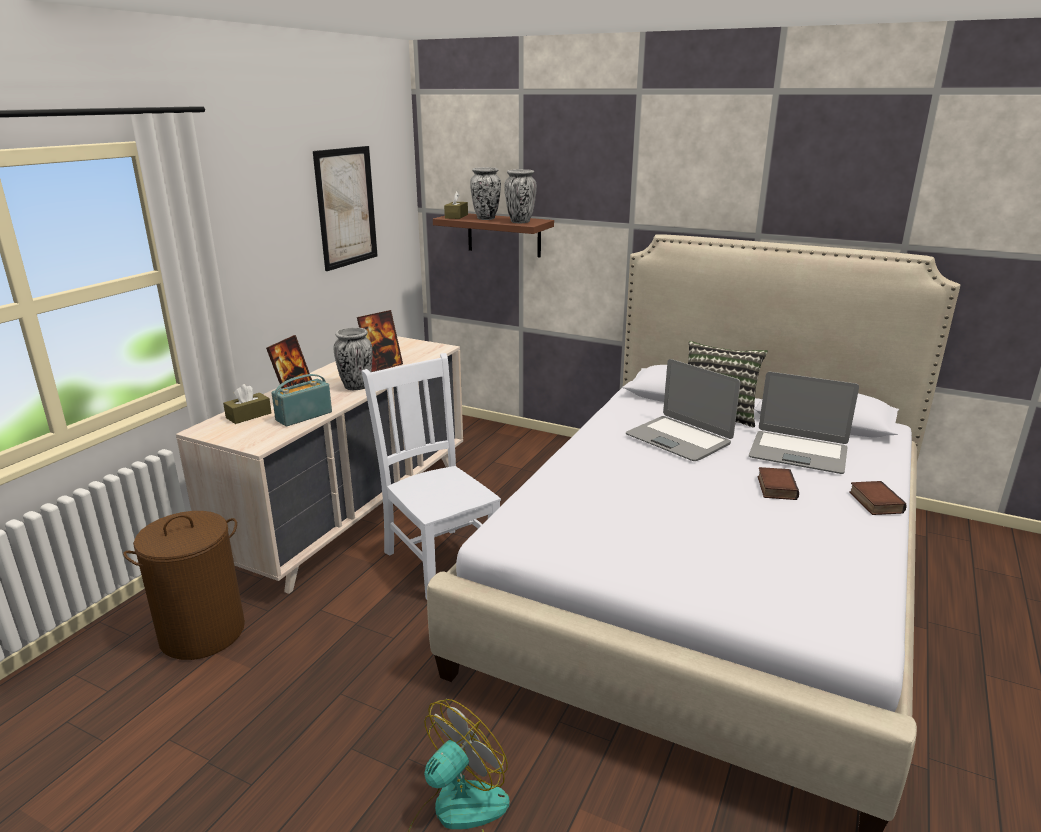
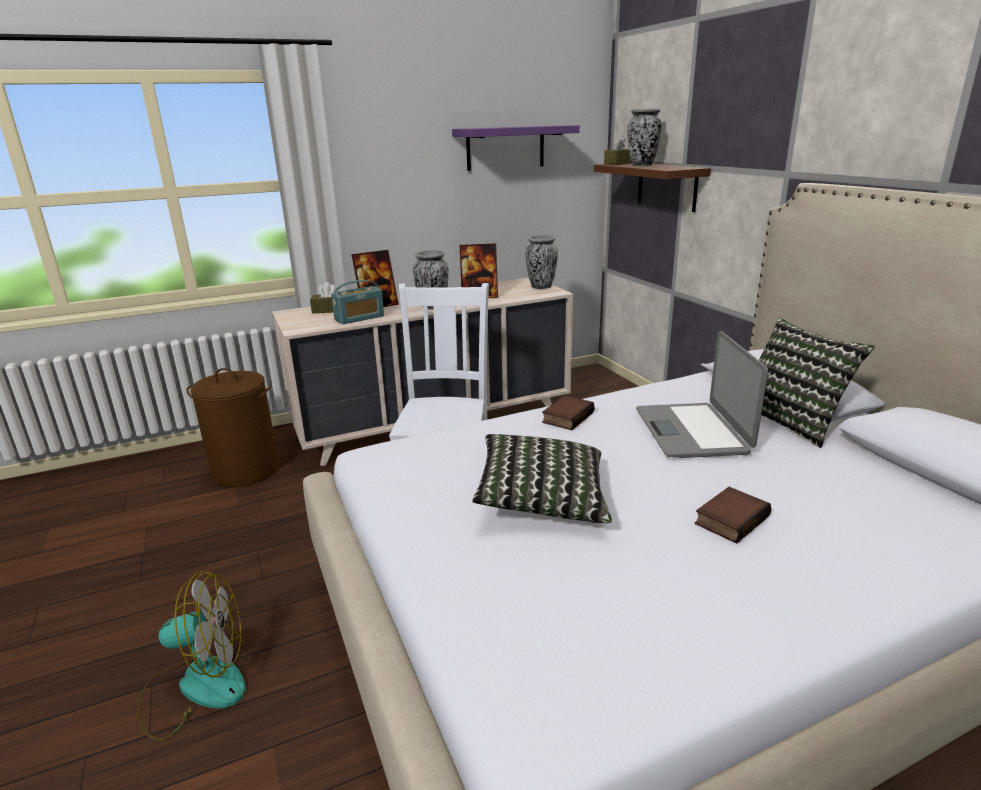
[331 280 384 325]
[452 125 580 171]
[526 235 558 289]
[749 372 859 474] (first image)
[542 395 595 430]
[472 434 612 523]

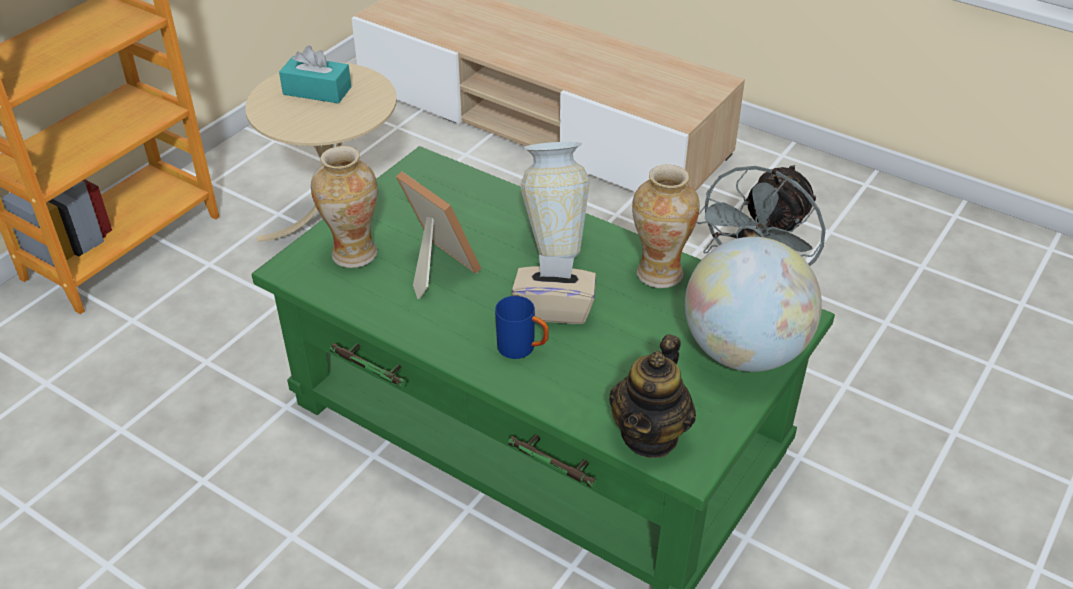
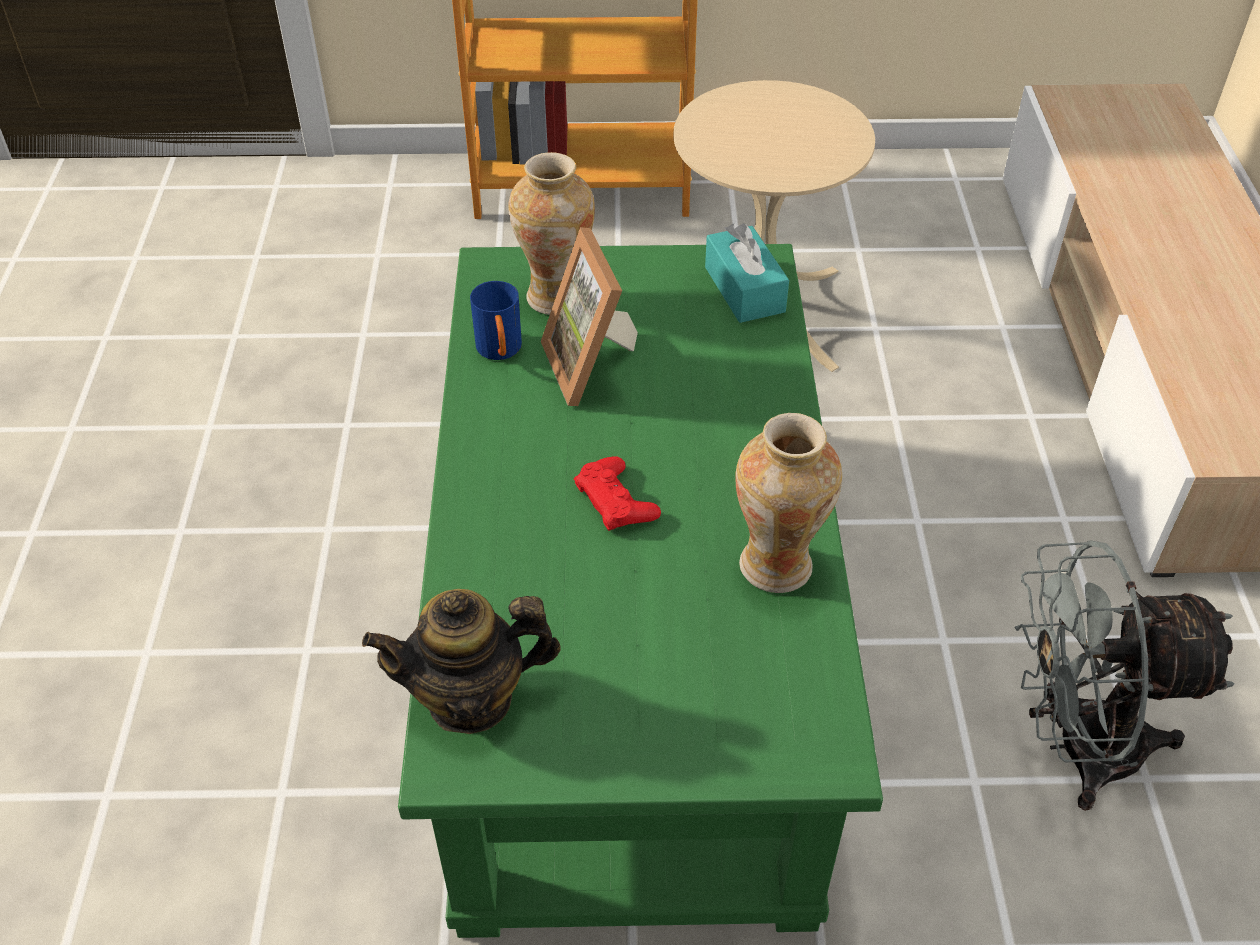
[705 223 789 323]
[541 227 638 406]
[470 281 522 360]
[574 456 661 531]
[521 142 589 259] (first image)
[685 237 822 372] (first image)

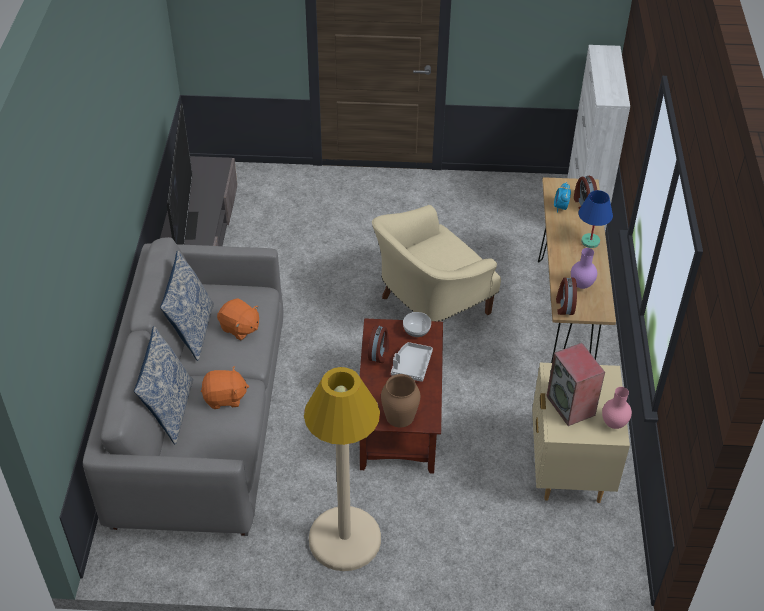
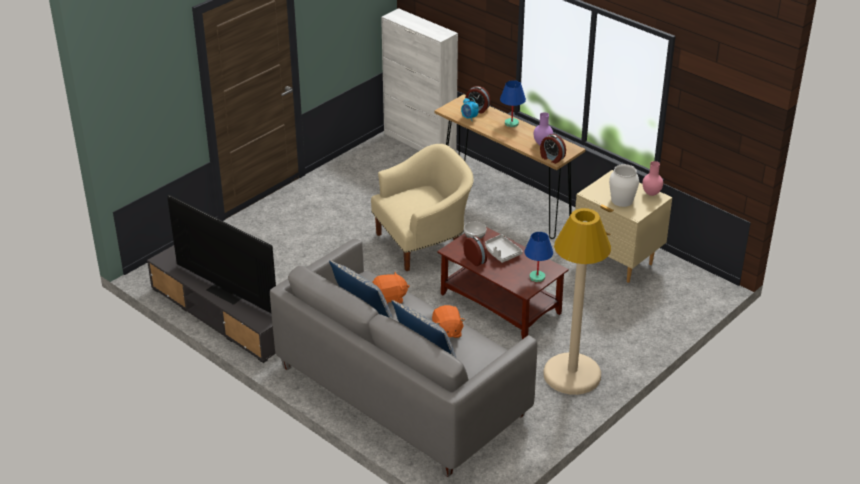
[432 305 465 338]
[371 144 473 271]
[524 232 553 282]
[609 164 639 207]

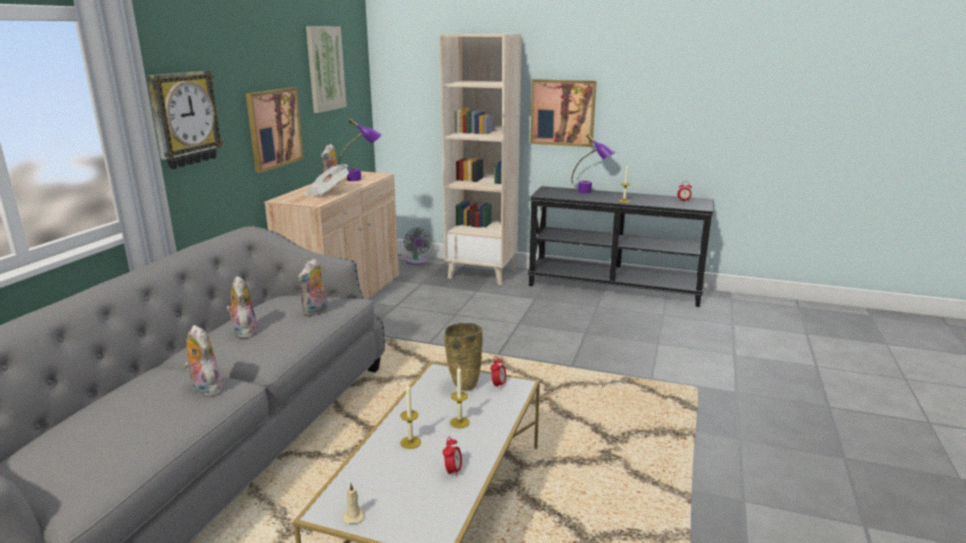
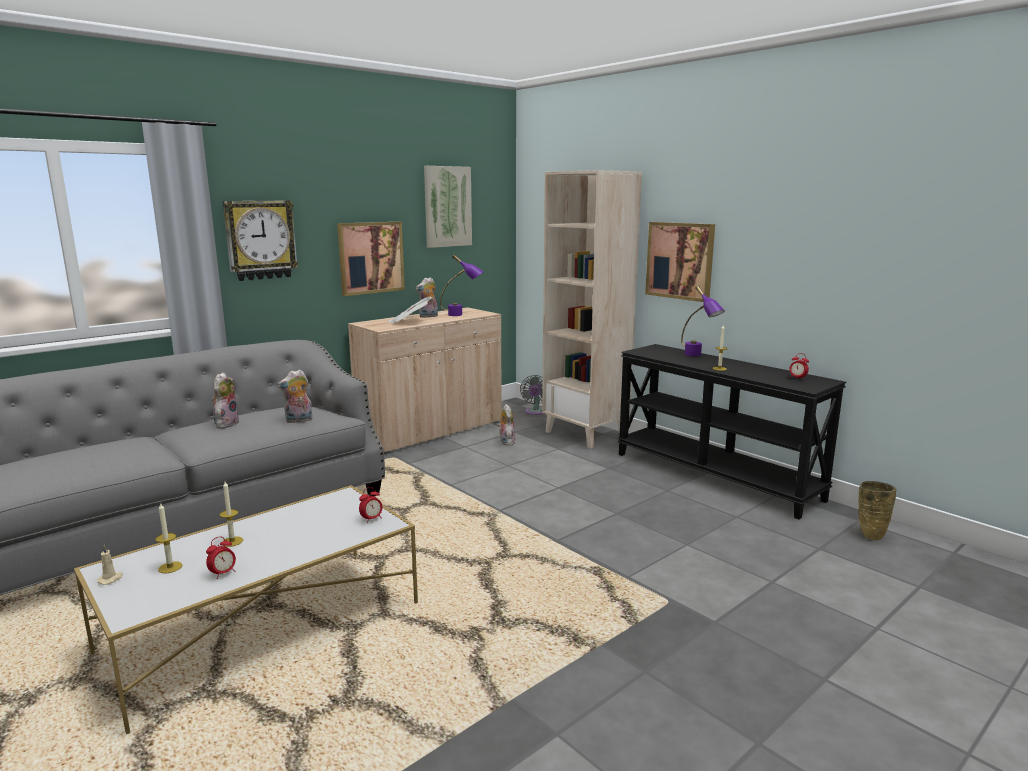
[498 404 515 446]
[858 481 896 540]
[155 502 182 573]

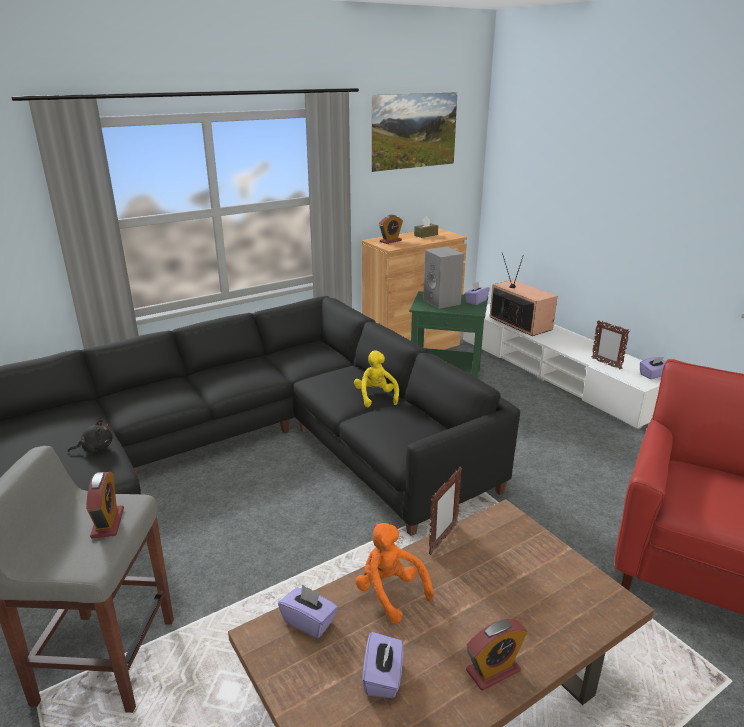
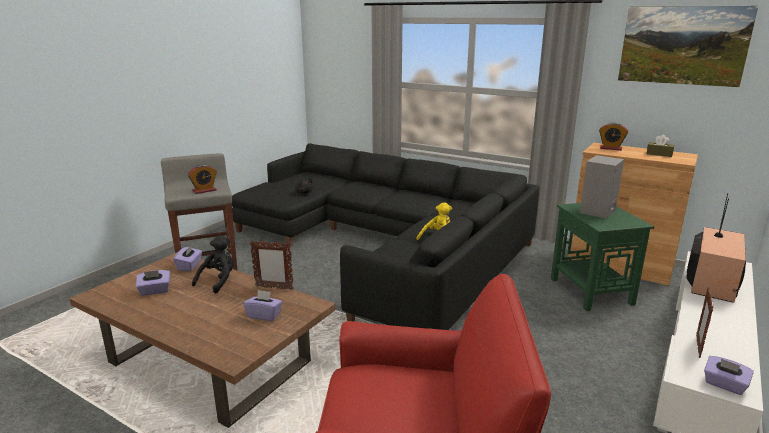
[192 235 234 293]
[243 290 283 321]
[466 619 527 691] (first image)

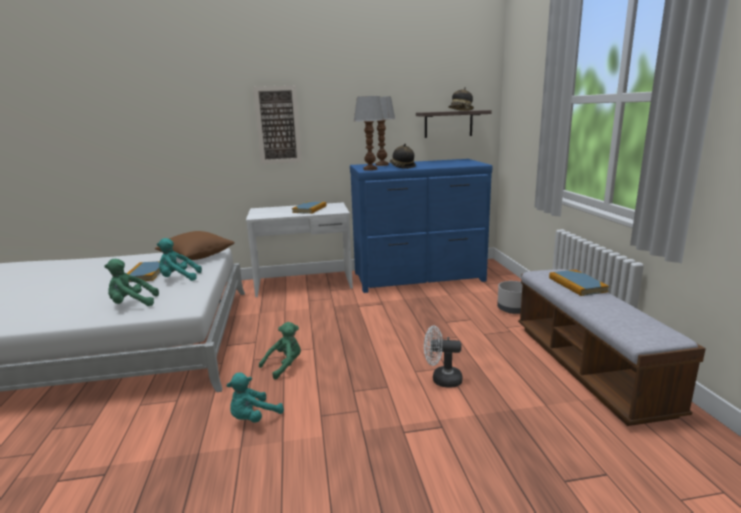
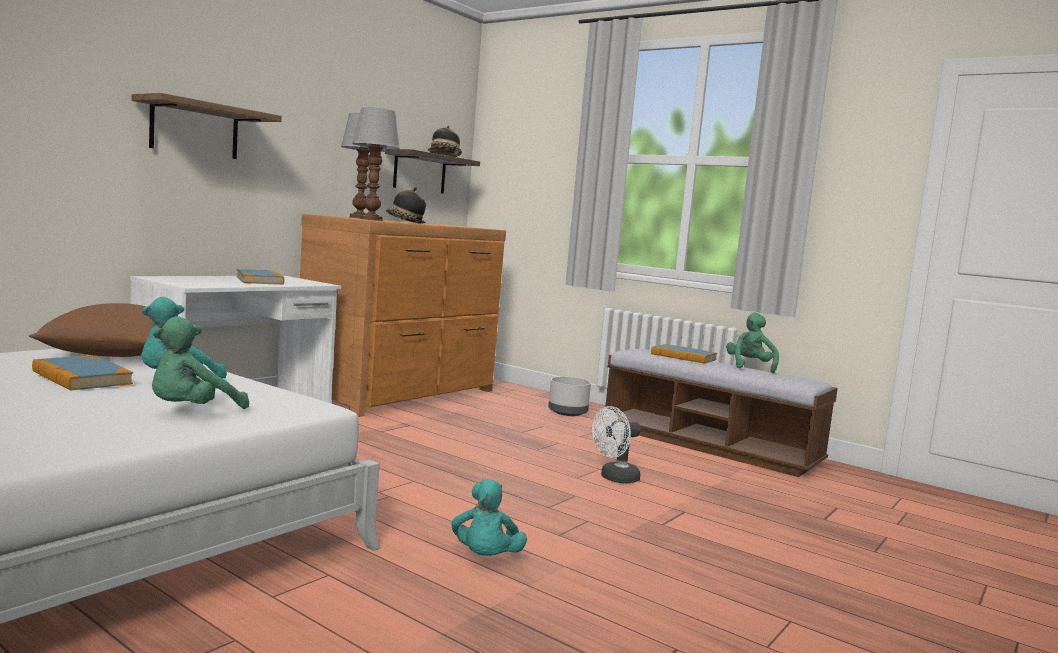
[131 93 282 159]
[726 313 779 373]
[300 214 506 417]

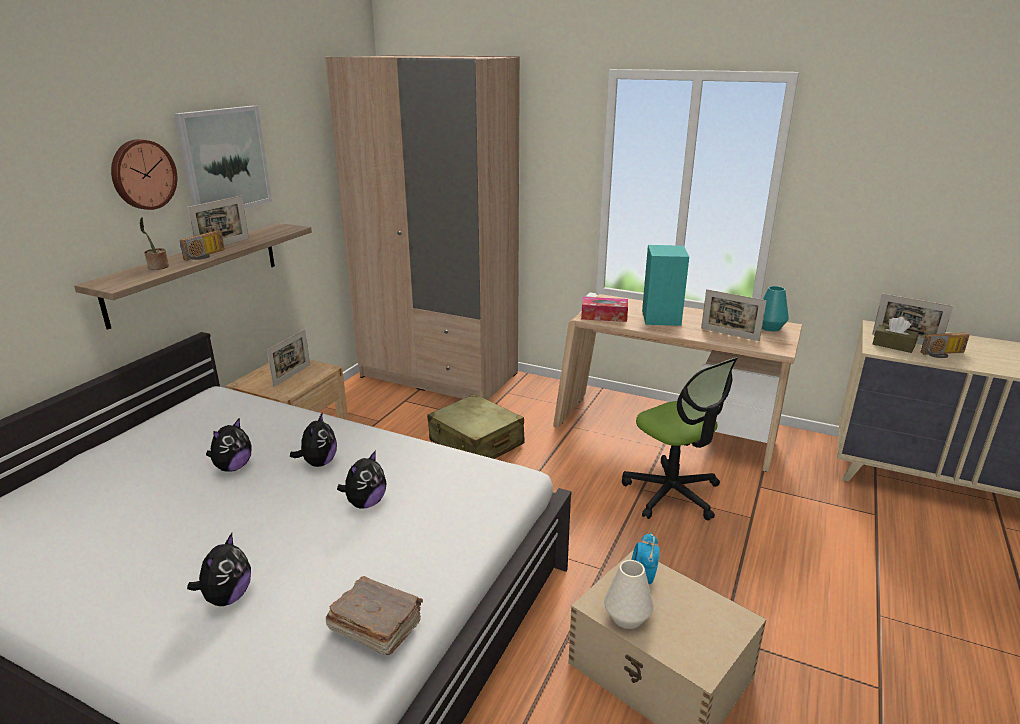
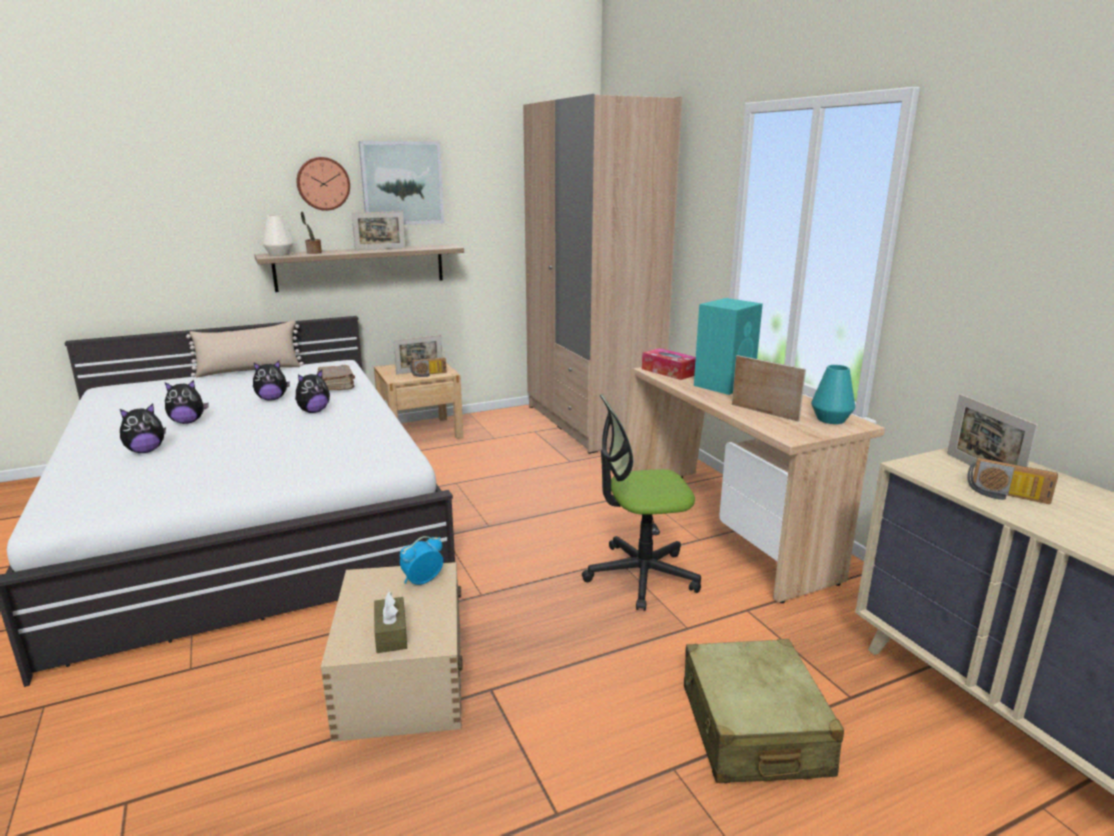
[410 357 447 377]
[317 365 355 390]
[165 380 208 424]
[684 639 844 783]
[263 215 293 256]
[582 394 701 611]
[732 355 806 422]
[374 592 407 653]
[186 320 304 378]

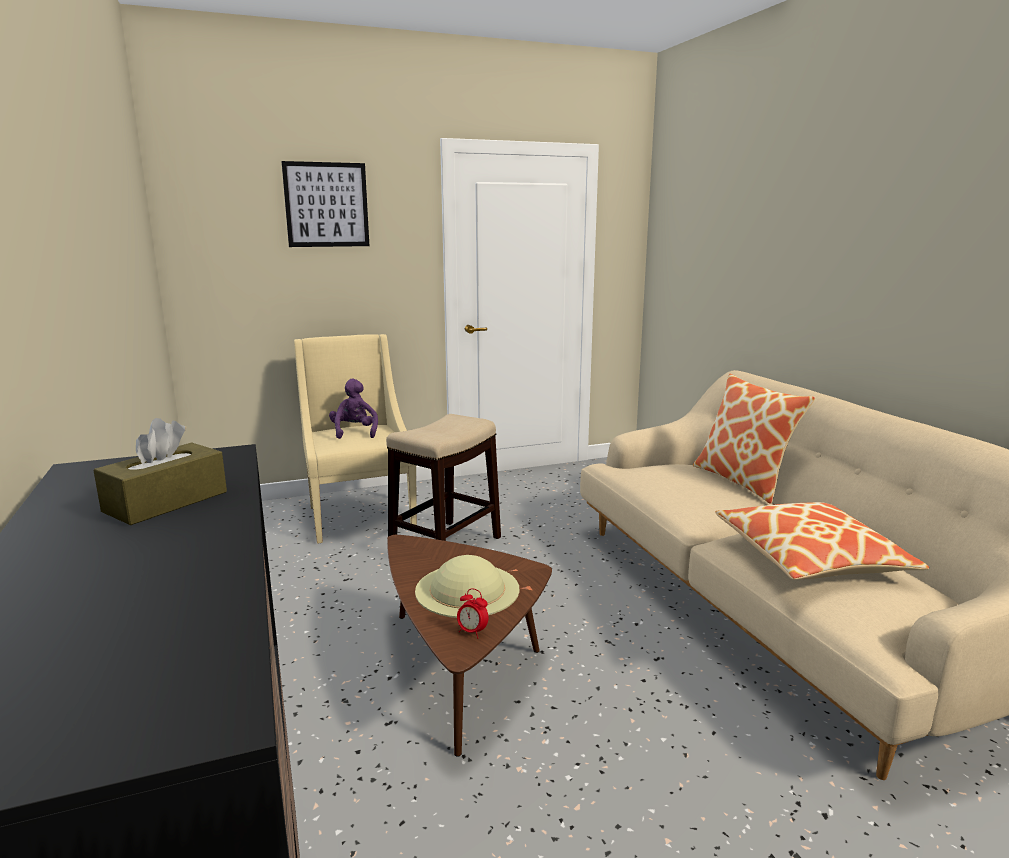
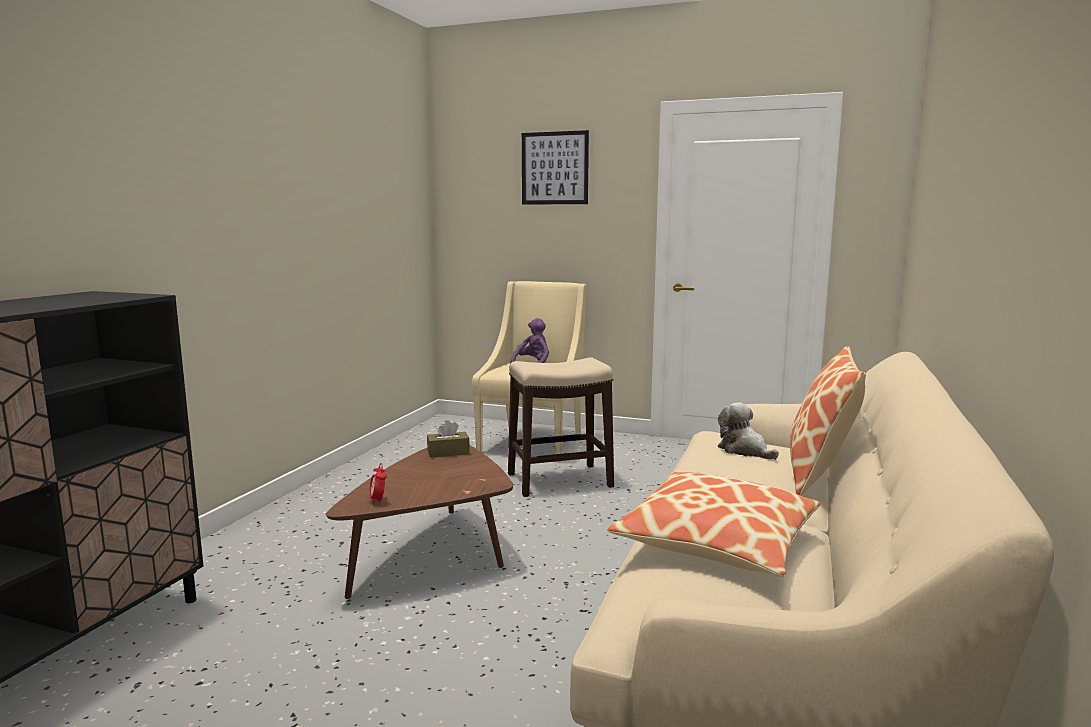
[427 420 470 458]
[415 555 519 618] (first image)
[718 402 779 460]

